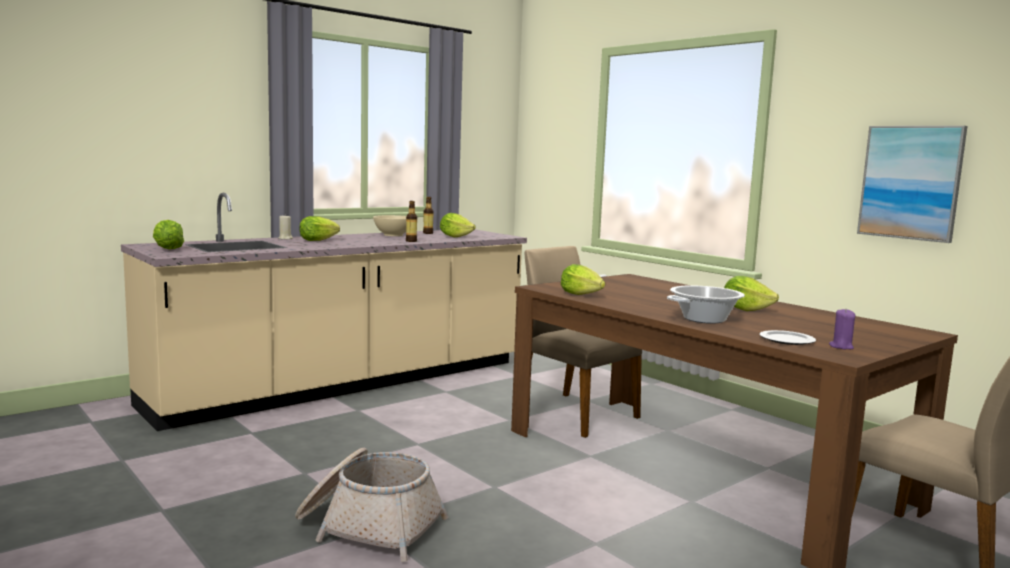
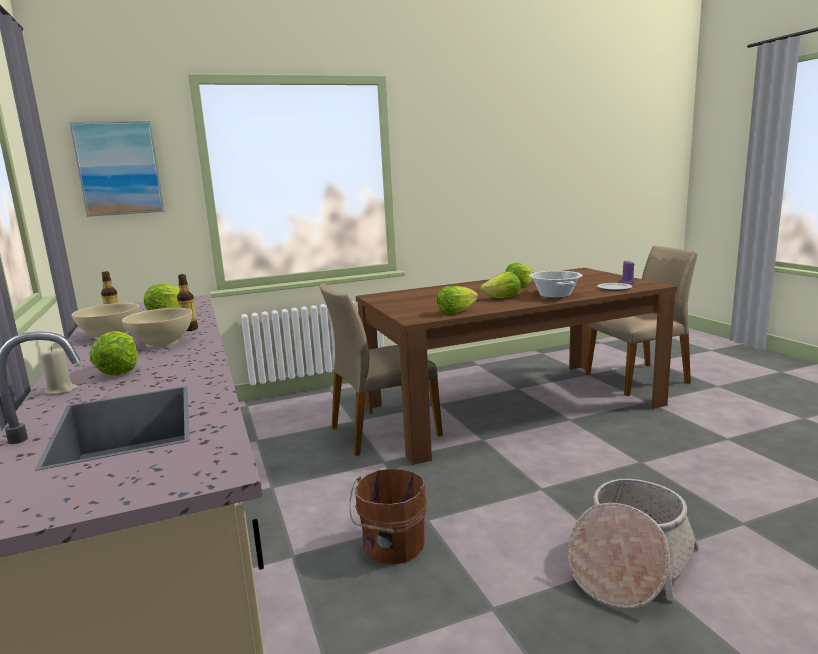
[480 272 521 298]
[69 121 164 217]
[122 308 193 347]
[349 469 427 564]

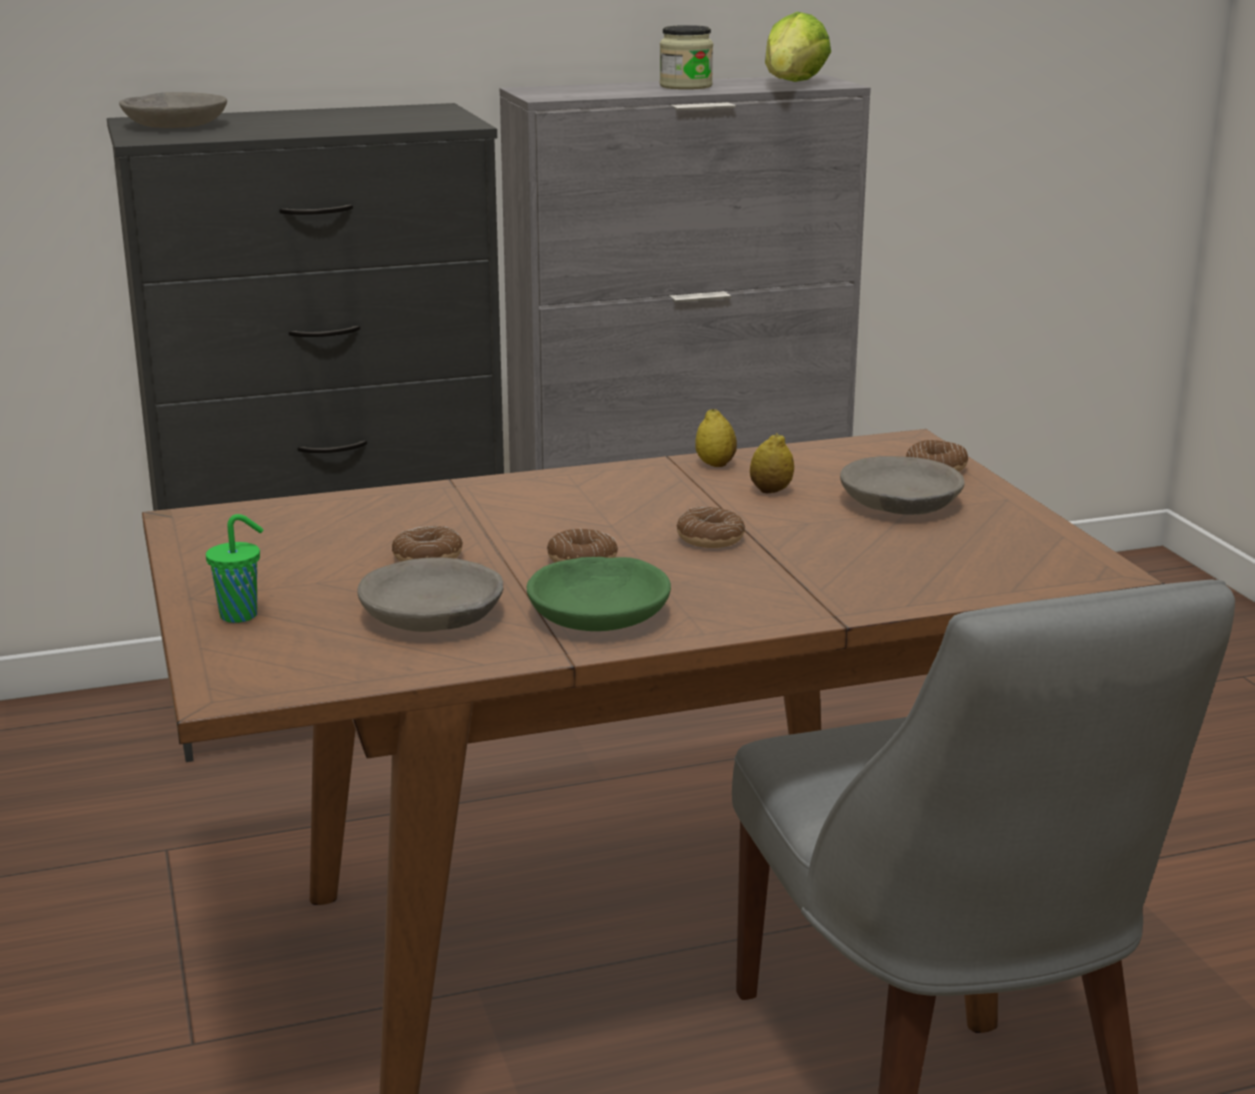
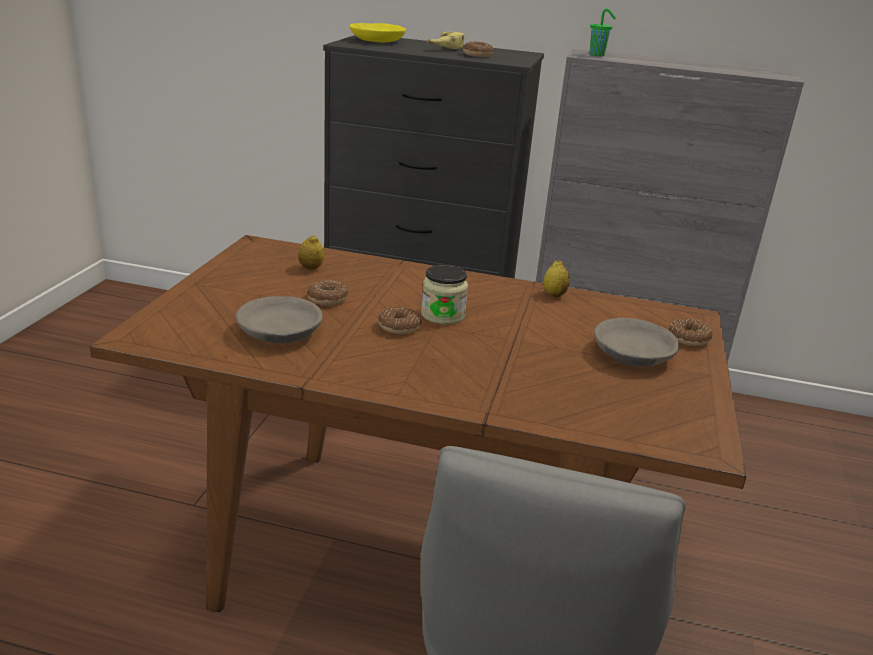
[350 23 406 42]
[590 9 616 56]
[527 557 671 631] (first image)
[421 265 468 325]
[463 41 494 57]
[298 235 324 270]
[765 12 831 82] (first image)
[427 32 464 49]

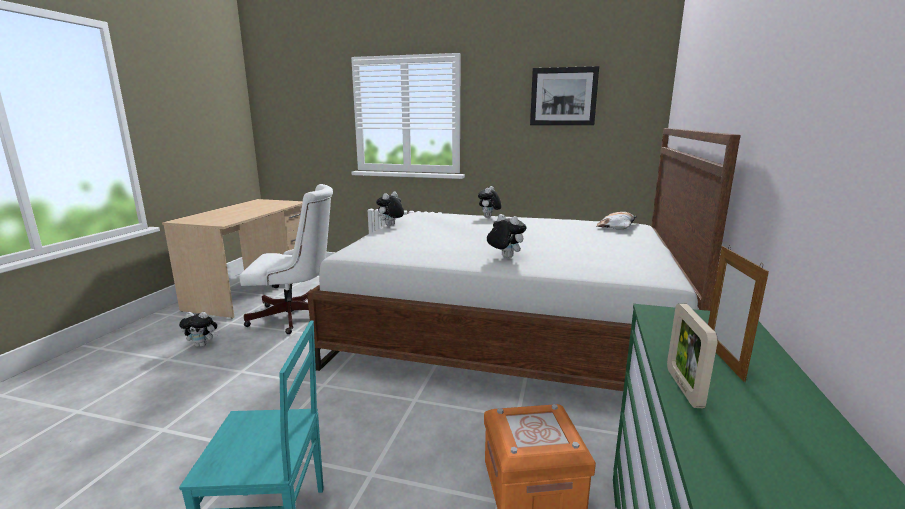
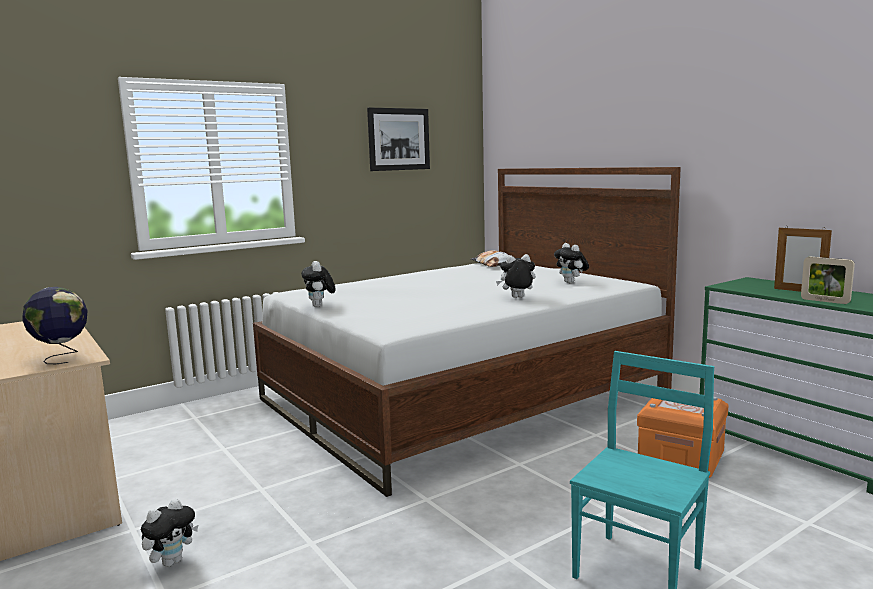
[239 184 333 334] (first image)
[554 243 589 283]
[22 287 88 364]

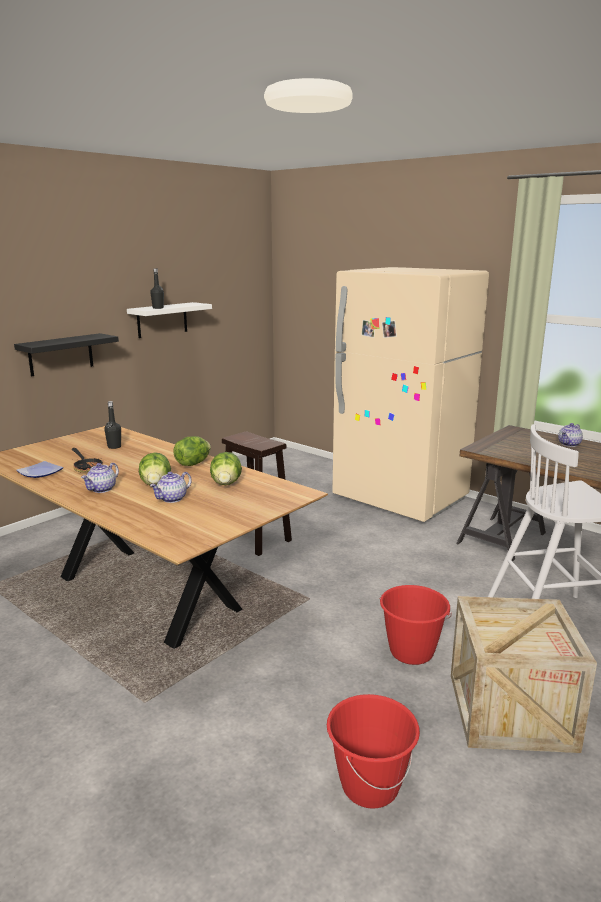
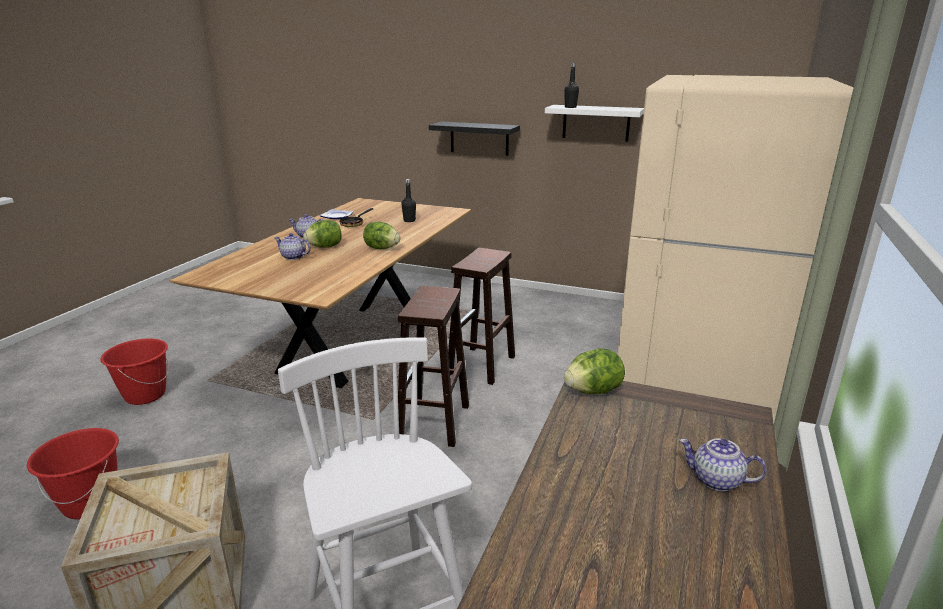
[564 348 625 394]
[101 339 169 405]
[398 286 469 447]

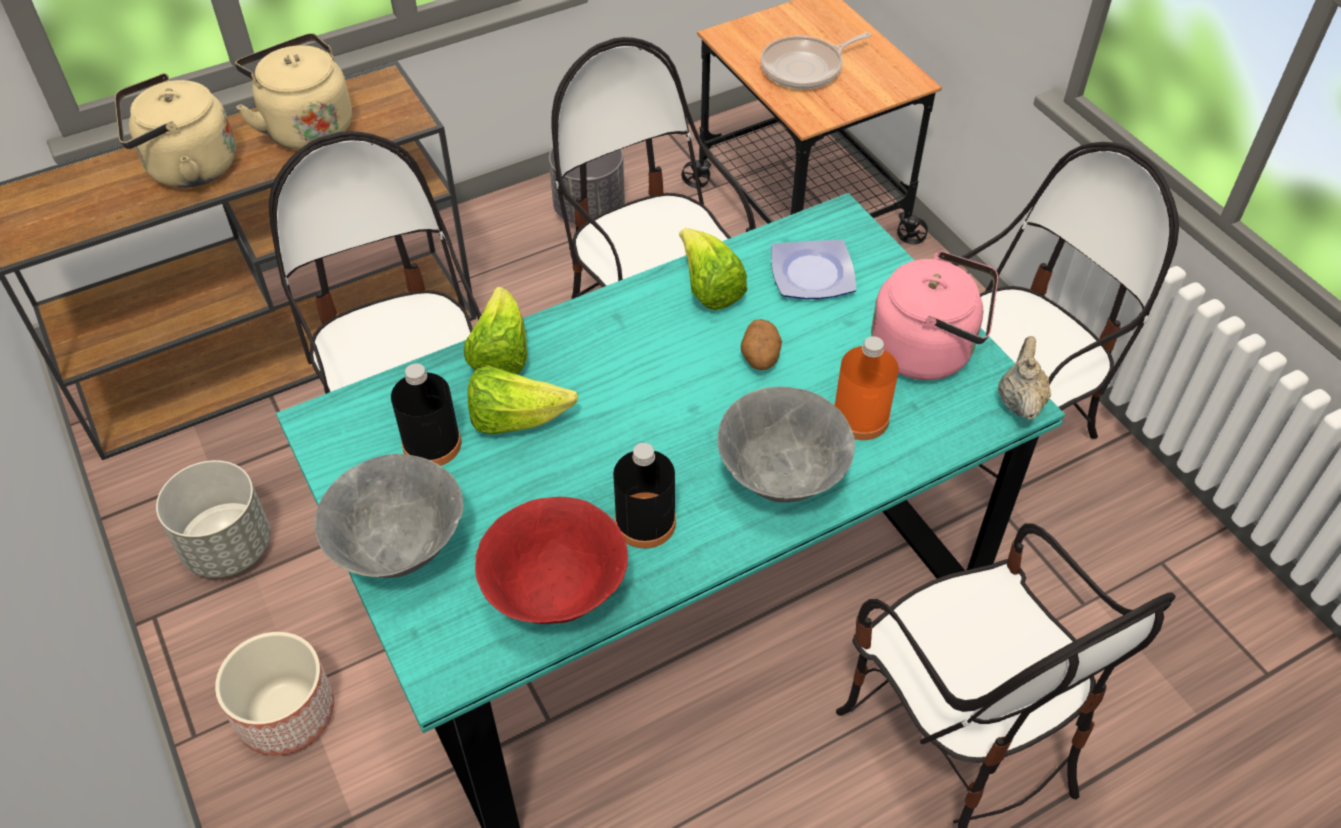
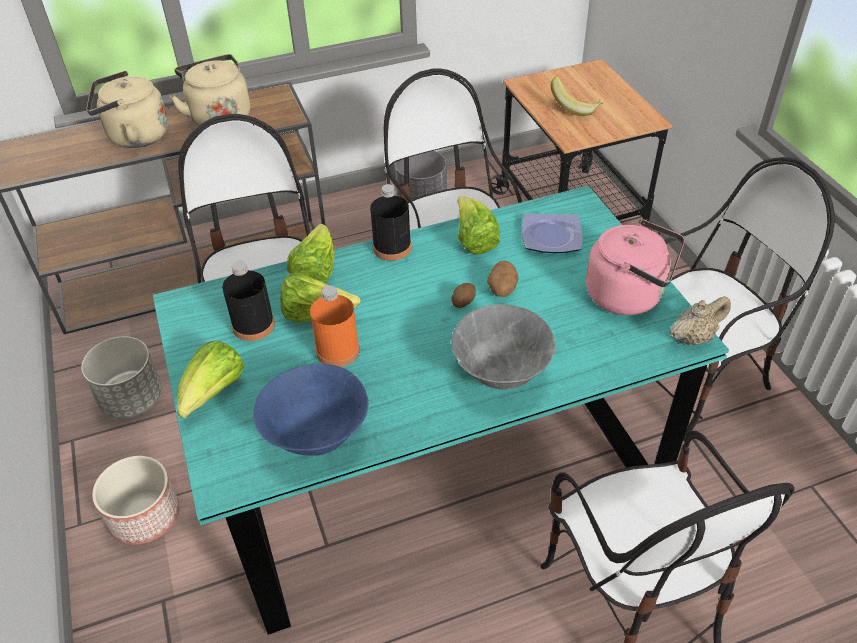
[177 341 245 418]
[253 364 369 456]
[370 184 411 261]
[551 77 603 116]
[310 286 360 367]
[669 296 731 346]
[452 283 476 308]

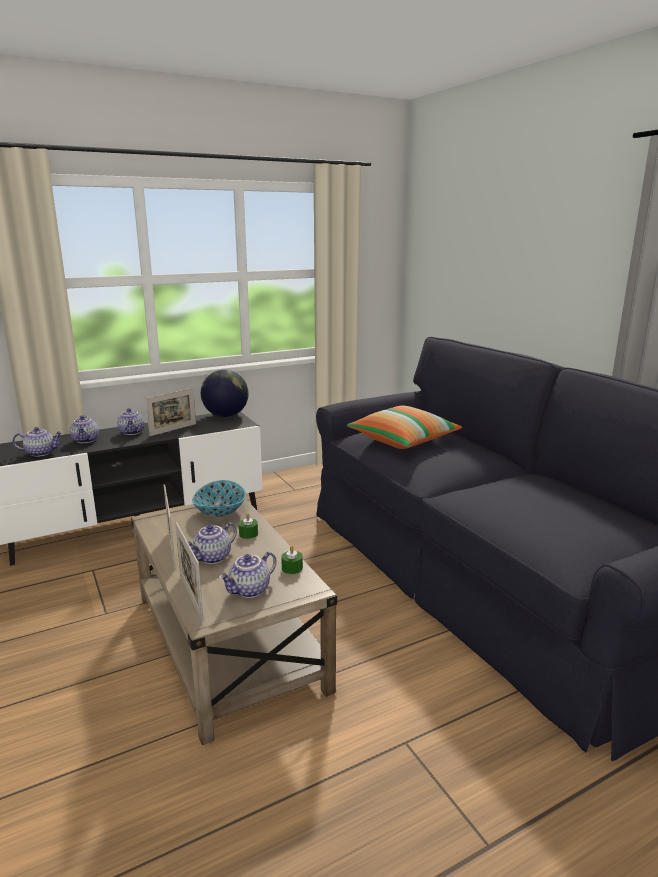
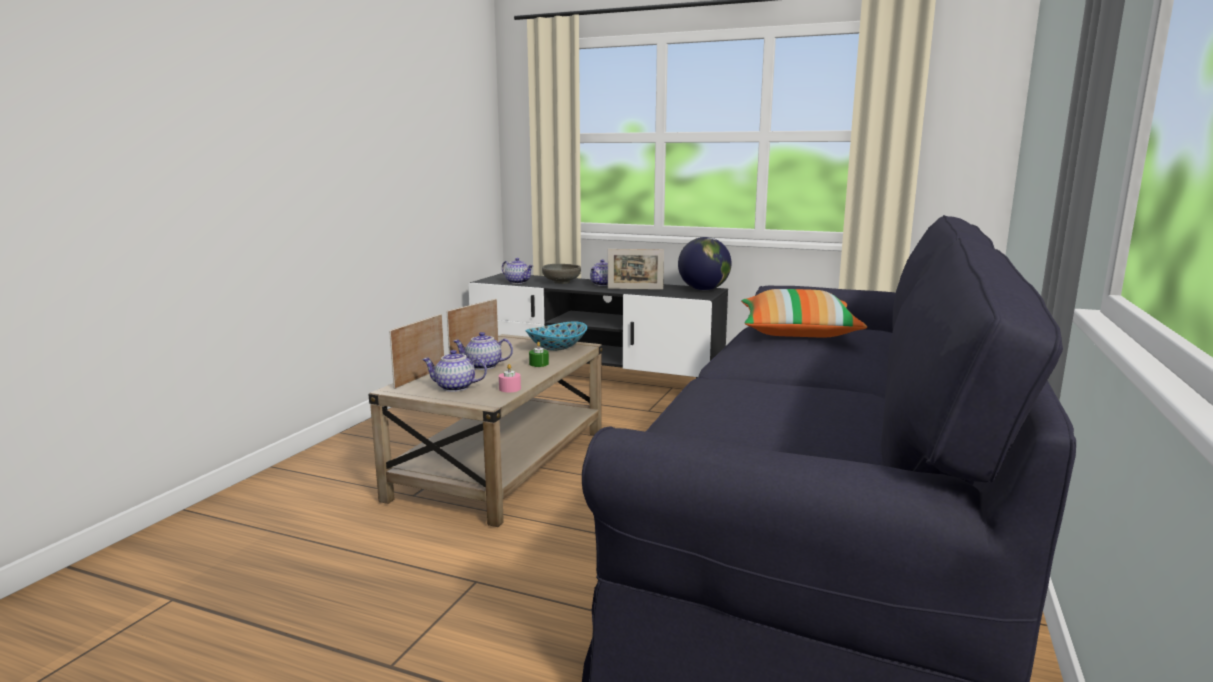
[542 264 581 284]
[499 364 521 392]

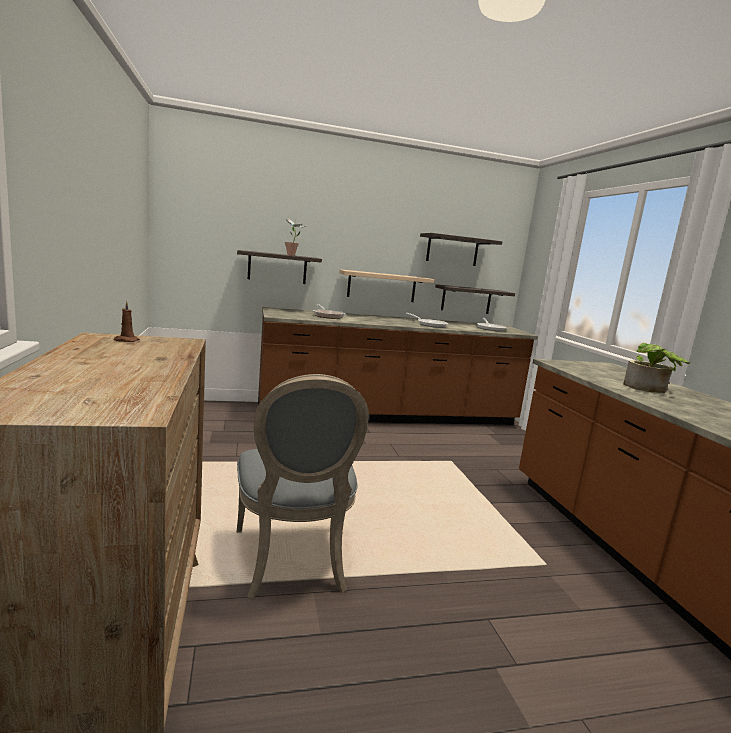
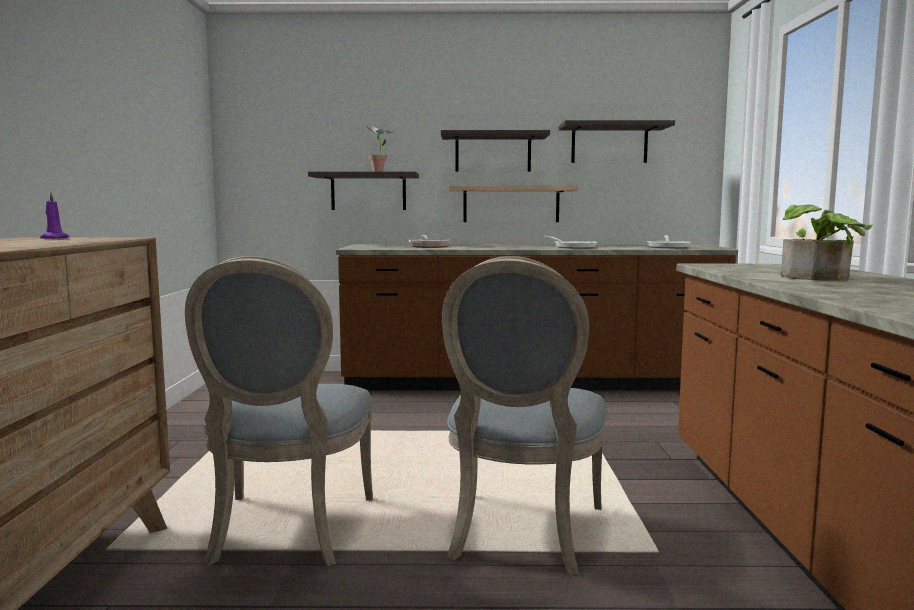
[40 192 70 239]
[441 130 550 172]
[442 256 608 575]

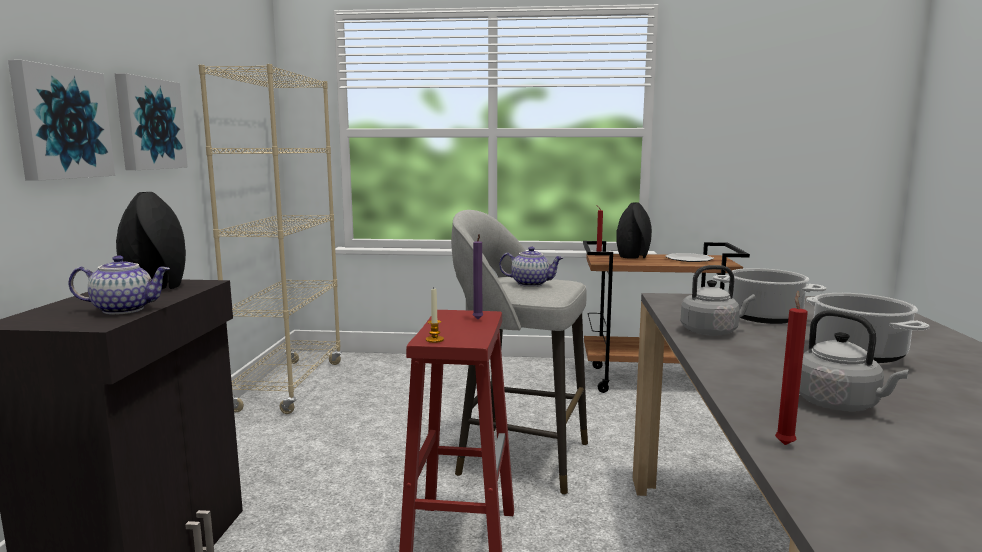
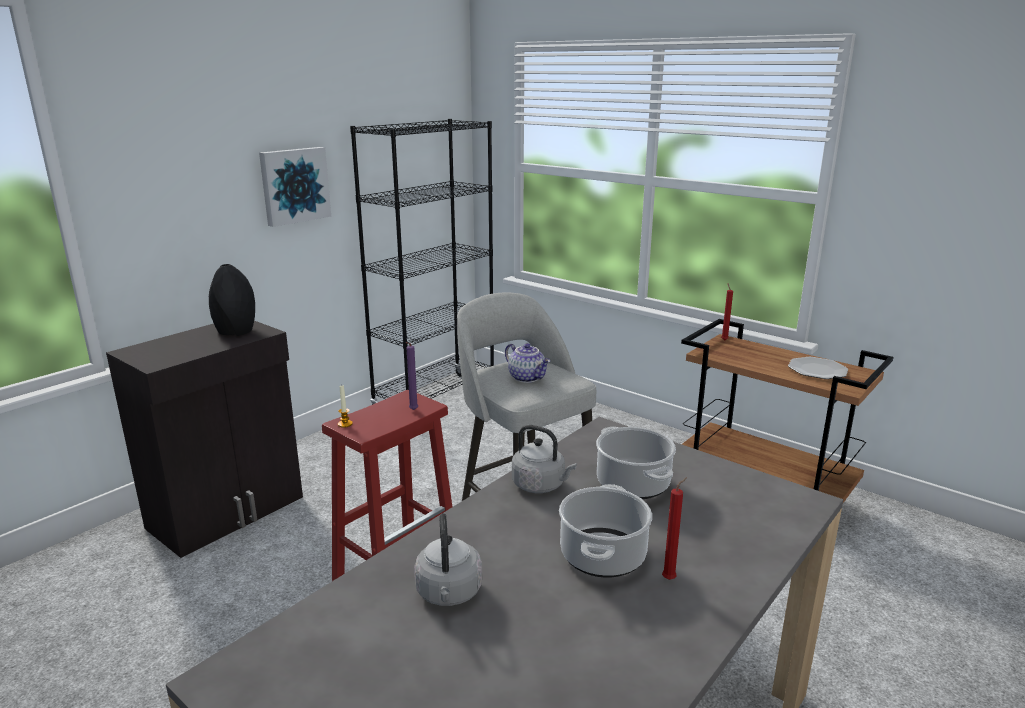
[8 60 115 181] (first image)
[68 255 170 315] (first image)
[350 119 494 405]
[616 202 652 259] (first image)
[662 477 687 580]

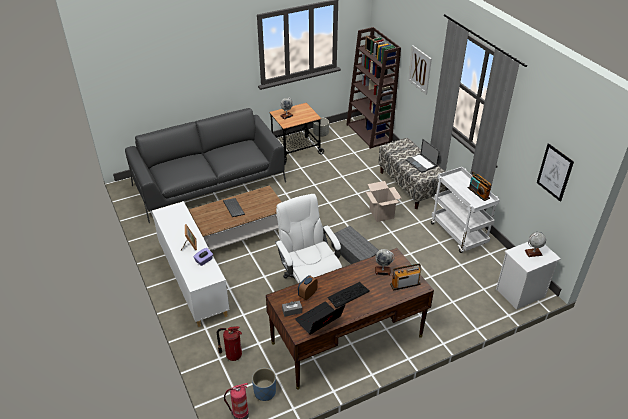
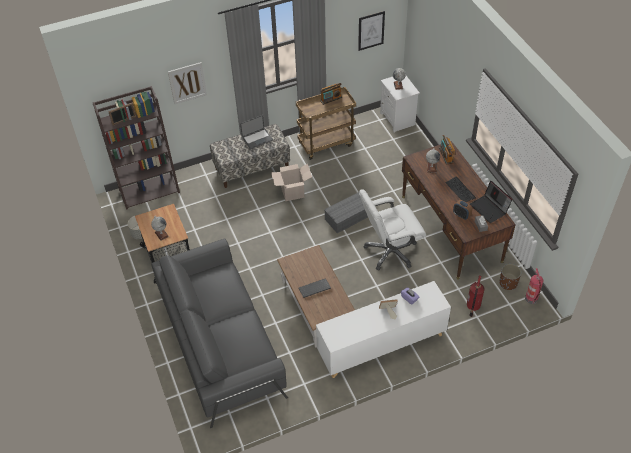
[499 264 521 290]
[296 87 356 160]

